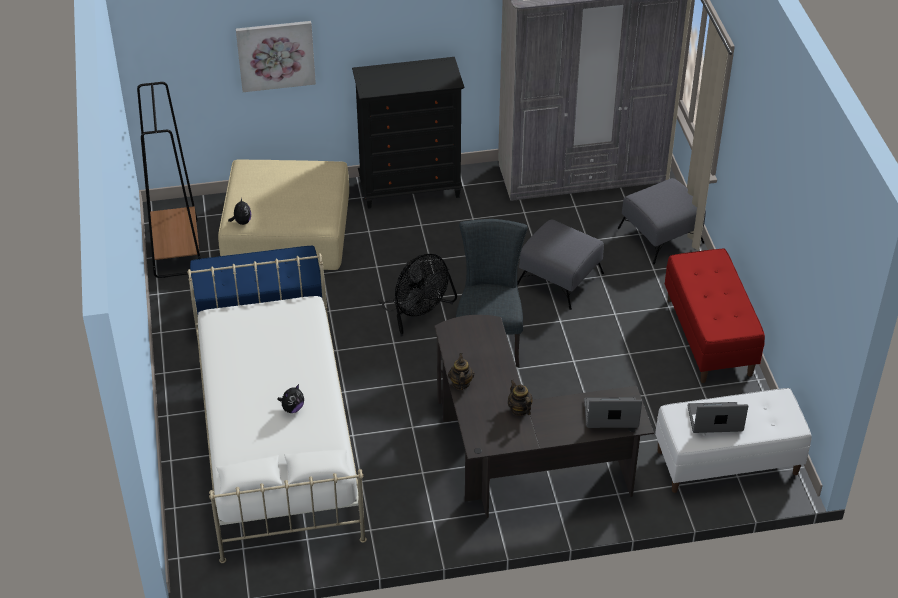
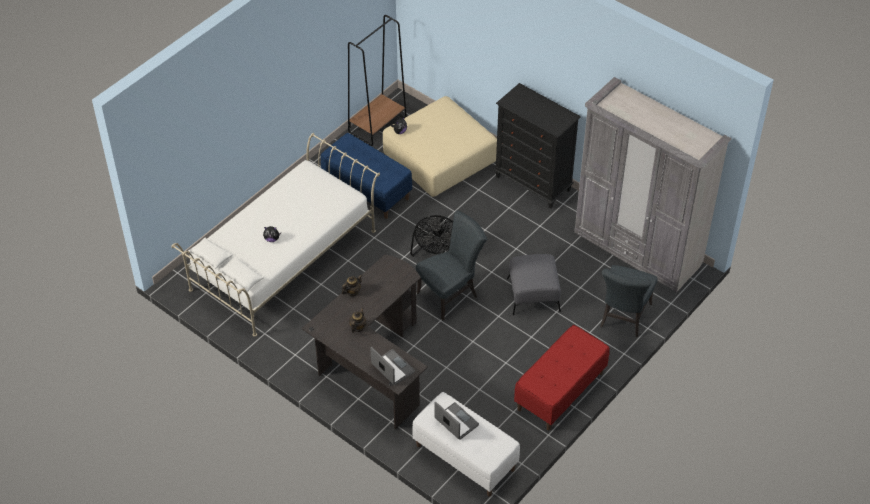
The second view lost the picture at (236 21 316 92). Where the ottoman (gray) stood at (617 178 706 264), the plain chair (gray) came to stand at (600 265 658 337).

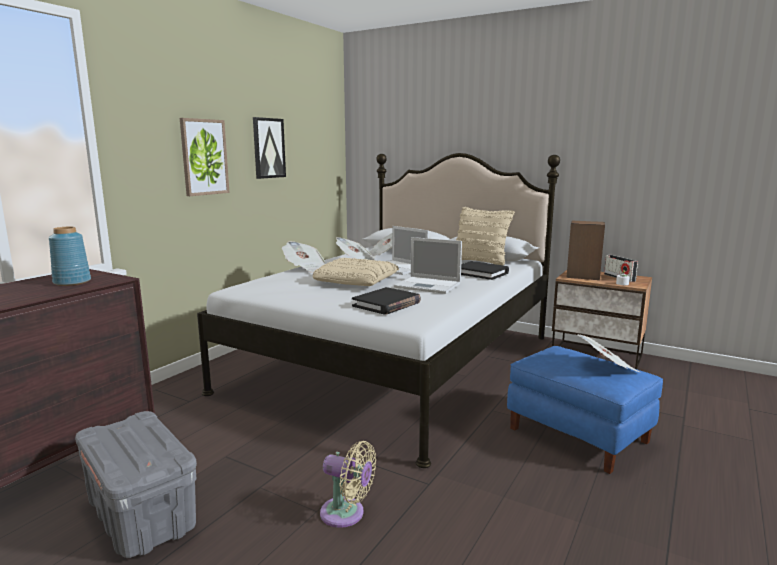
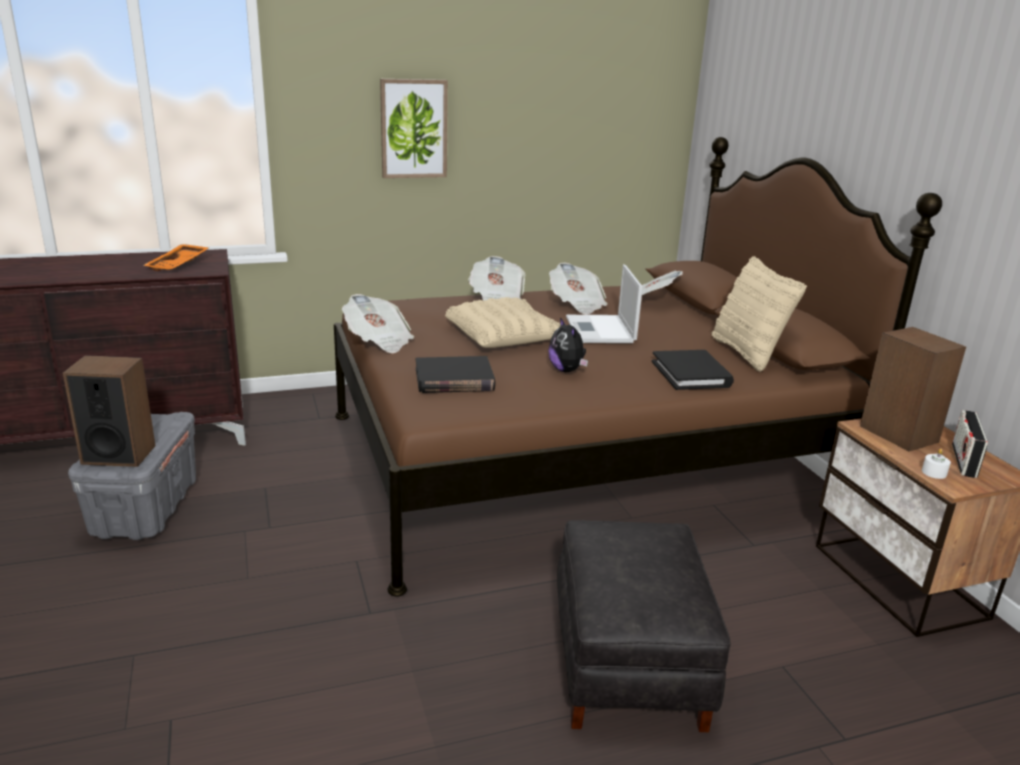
The second view lost the picture at (253 117 286 179). The second view lost the electric fan (beige) at (320 441 376 528). The second view gained the audio speaker at (63 355 156 467). The newspaper ended up elsewhere, having gone from (576 334 639 372) to (342 294 414 353). Where the decorative vase (bluish) stood at (49 227 91 286), the serving tray (orange) came to stand at (143 244 209 271). Where the laptop stood at (394 237 462 294), the cuddly toy came to stand at (548 317 588 372). What was the bed (white-coloured) at (197 153 560 468) turned into the bed (brown) at (334 137 942 597). What was the ottoman (bluish) at (507 346 663 474) turned into the ottoman (black) at (557 520 731 732).

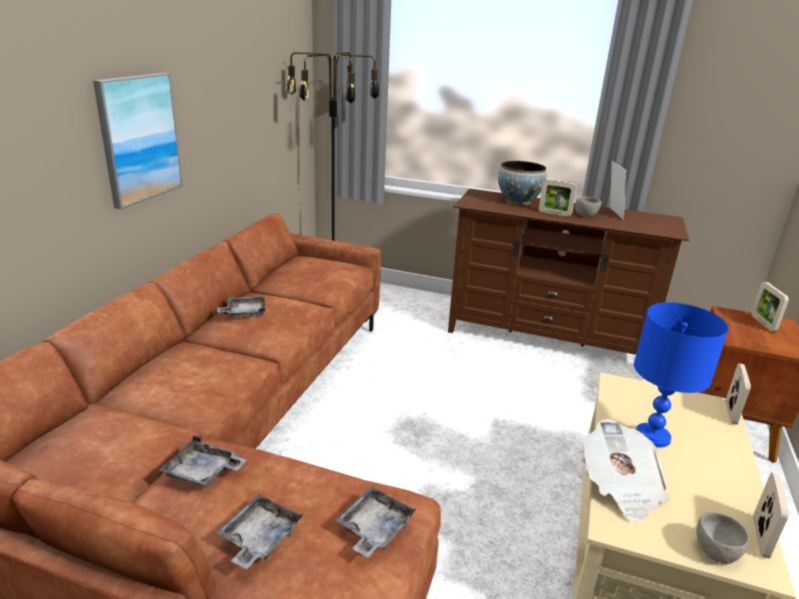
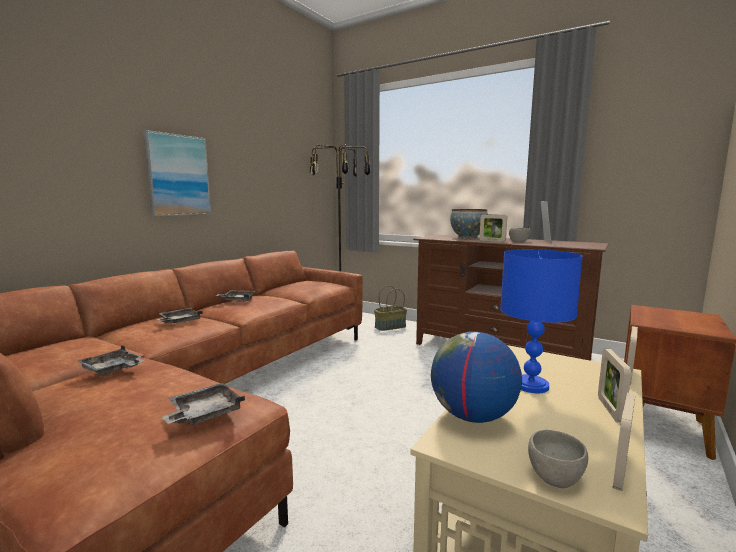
The second view gained the storage basket at (374 285 407 331). The serving tray (gray) ended up elsewhere, having gone from (216 494 303 569) to (156 308 203 324). The photo frame ended up elsewhere, having gone from (751 282 789 332) to (598 349 631 423). Where the newspaper stood at (583 419 669 523), the globe came to stand at (431 332 522 423).

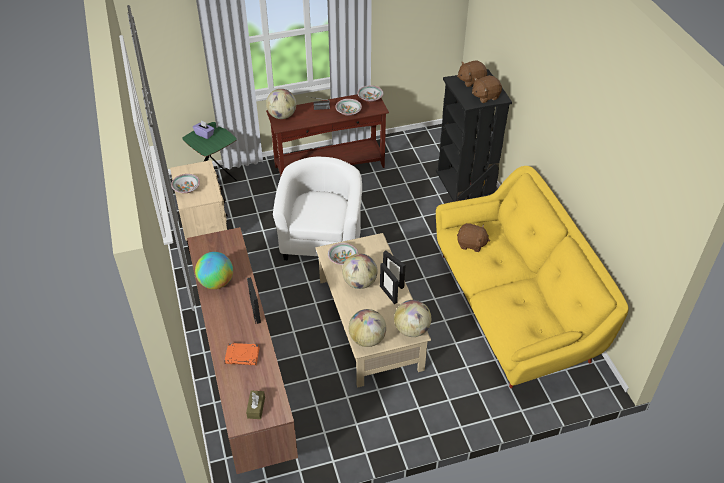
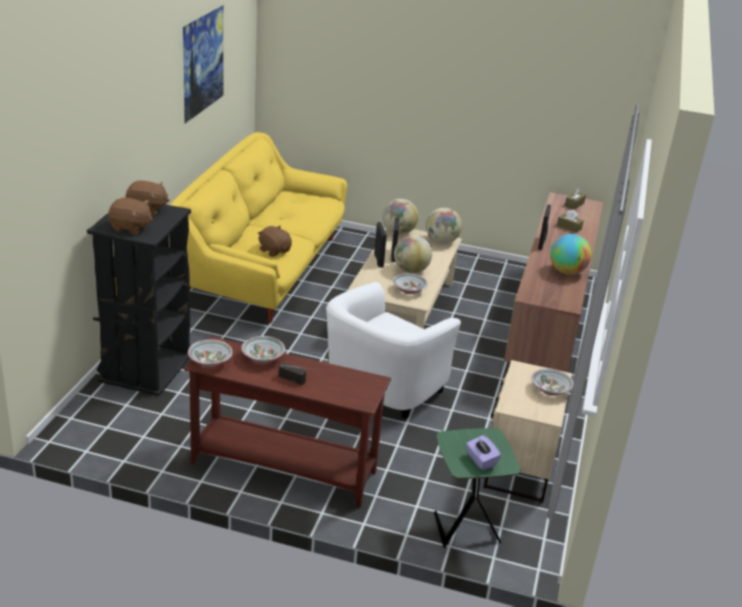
The second view lost the globe at (266 89 296 119). The second view gained the picture at (183 5 224 124). Where the volume (orange) stood at (225 343 260 365), the tissue holder (brown) came to stand at (557 210 584 233).

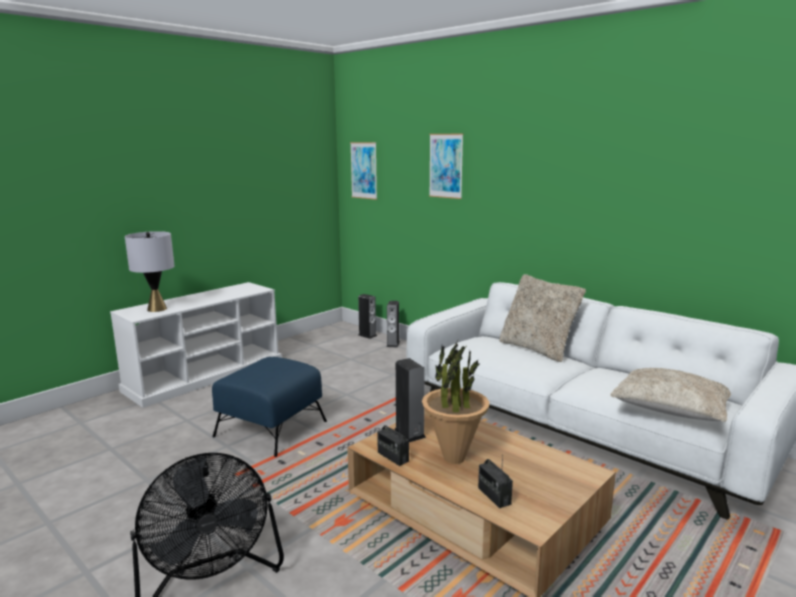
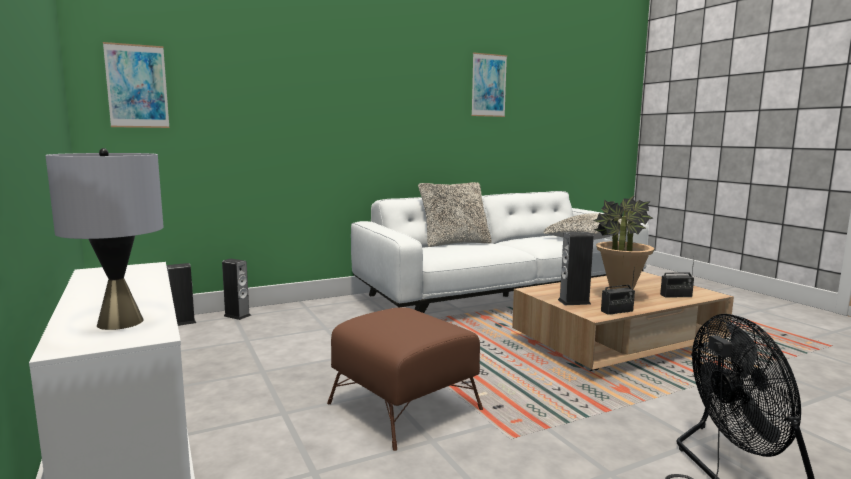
The picture ended up elsewhere, having gone from (429 134 463 199) to (471 52 507 117). What was the ottoman (bluish) at (212 357 327 457) turned into the ottoman (brown) at (327 307 483 451).

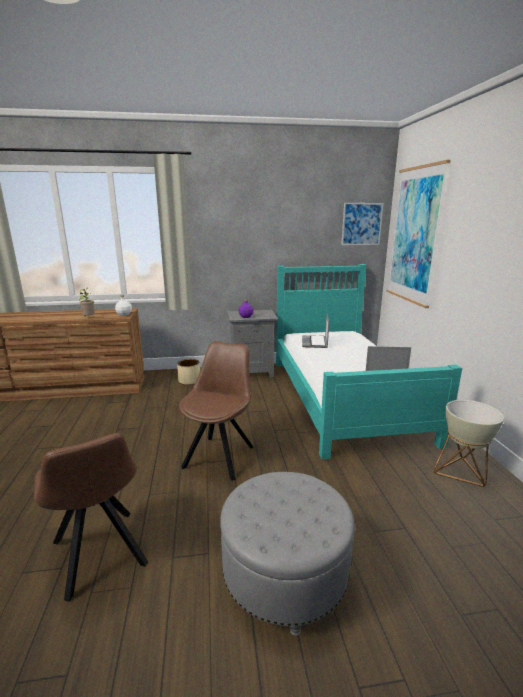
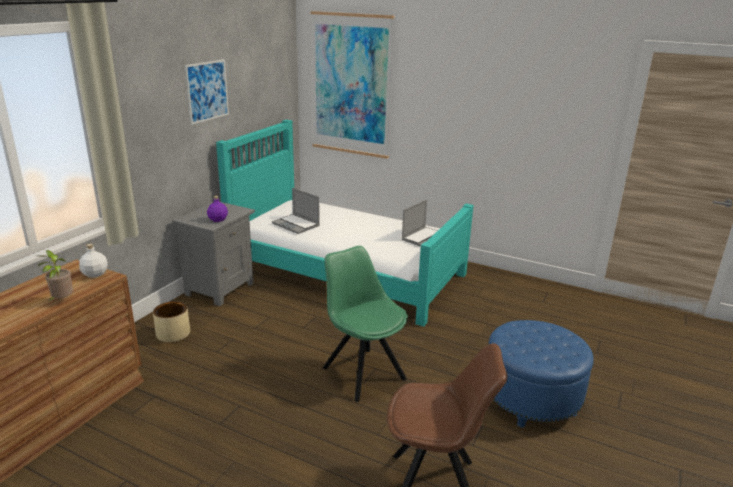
The second view lost the plant pot at (433 400 504 487). The picture ended up elsewhere, having gone from (341 203 383 245) to (185 59 229 125). What was the plain chair (brown) at (179 341 253 480) turned into the plain chair (greenish) at (323 246 408 402). What was the ottoman (gray) at (220 472 355 636) turned into the ottoman (bluish) at (488 320 594 427).

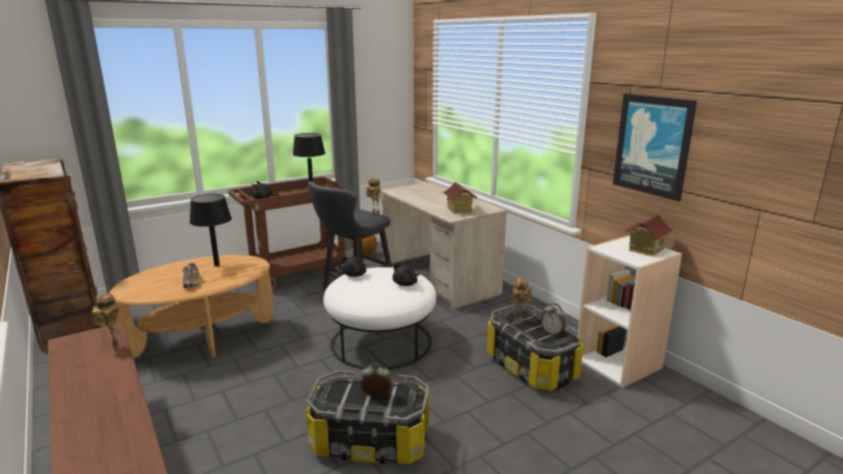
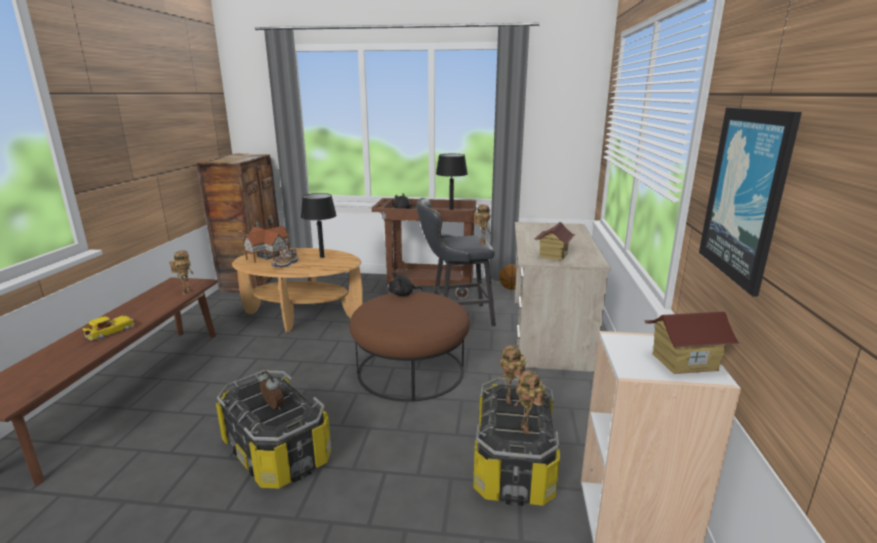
The second view lost the cuddly toy (black) at (392 264 420 286). The second view gained the toy car at (82 315 135 340). The second view gained the toy house at (242 226 290 263). Where the bedside clock stood at (541 303 566 336), the robot figure came to stand at (513 370 546 434). What was the ottoman (white-coloured) at (323 267 436 370) turned into the ottoman (brown) at (350 292 470 402).

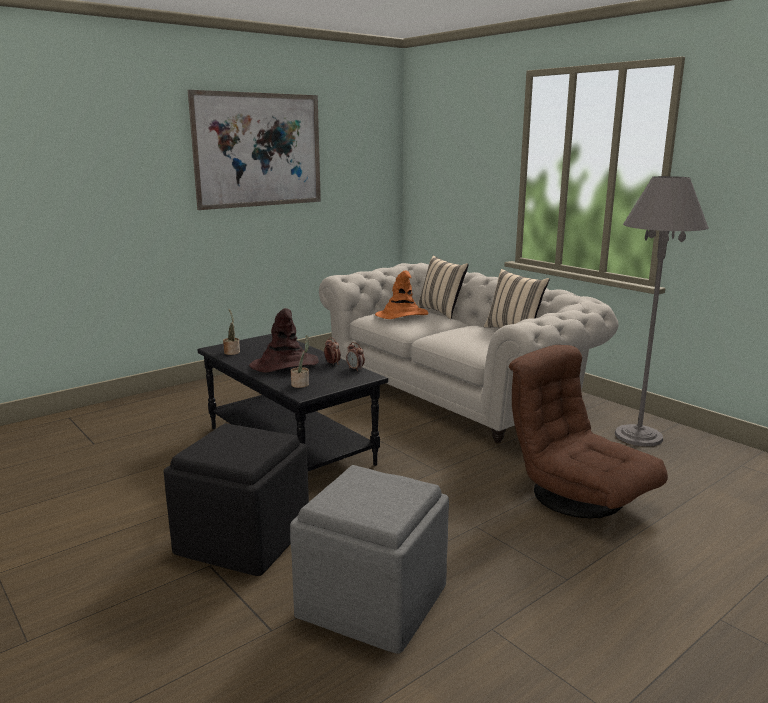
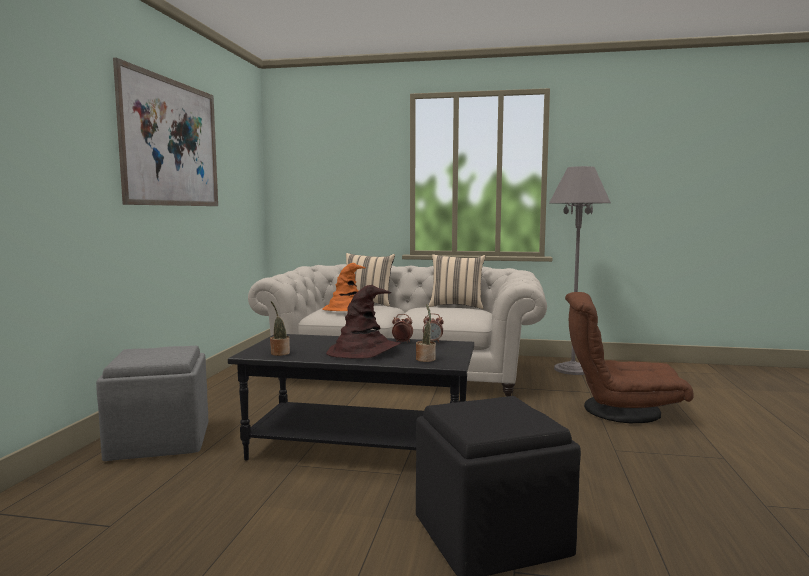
The ottoman (gray) ended up elsewhere, having gone from (290 465 449 654) to (96 346 208 461).

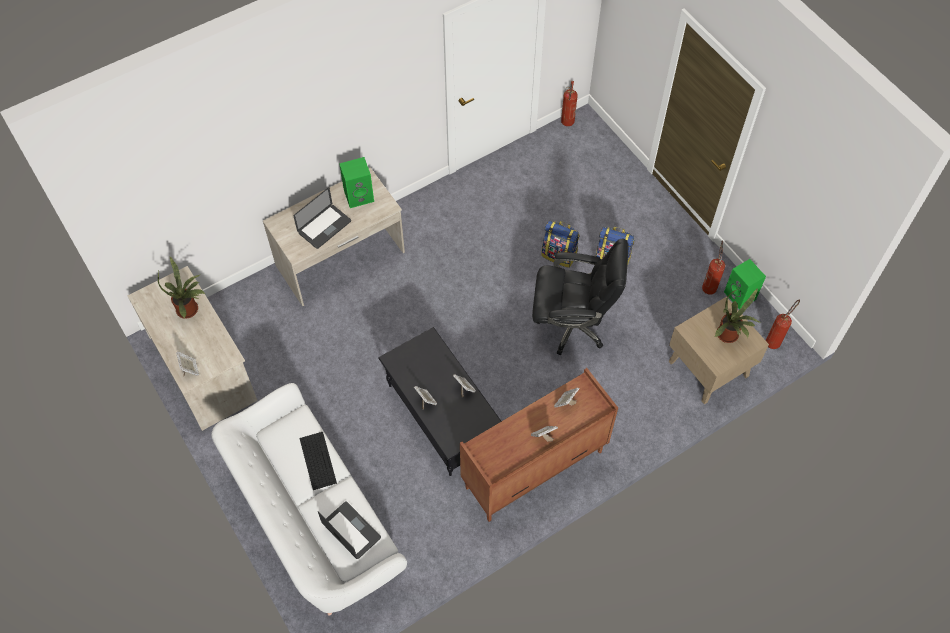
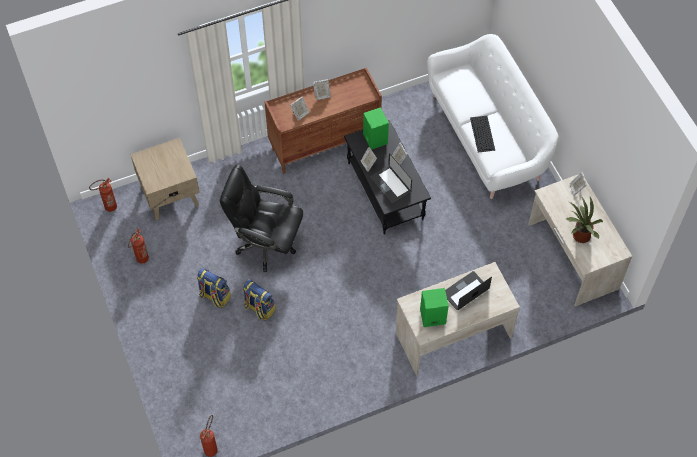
The second view lost the houseplant at (715 288 760 343). The laptop ended up elsewhere, having gone from (318 501 381 559) to (370 153 412 204). The audio speaker (greenish) ended up elsewhere, having gone from (724 259 766 310) to (363 107 389 150).

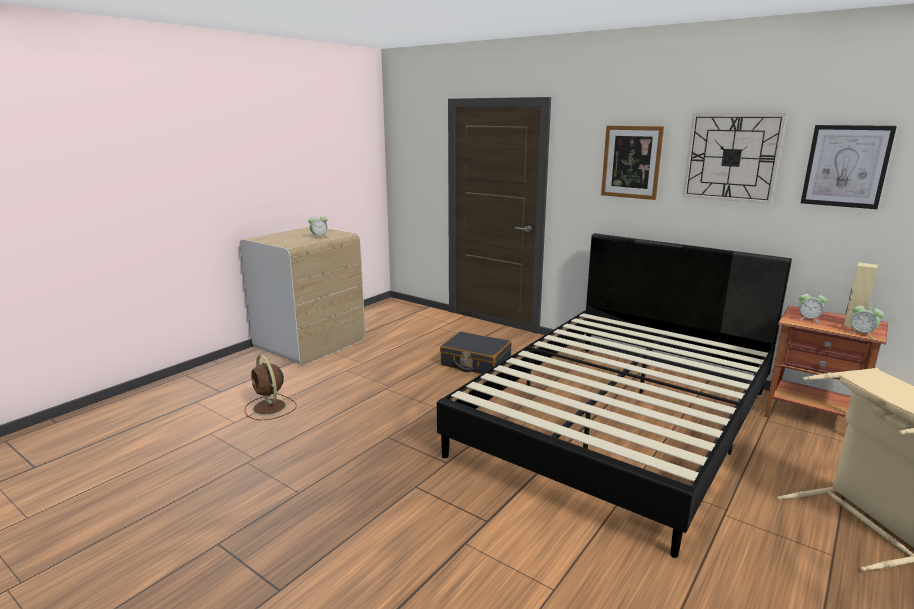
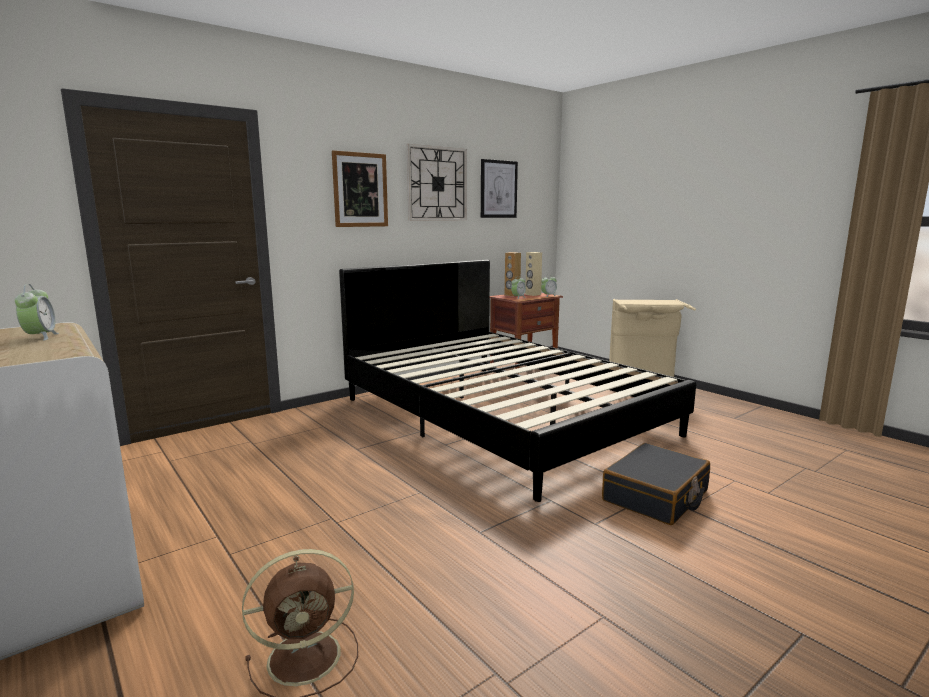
The second view gained the audio speaker (brown) at (505 252 521 296). The travel case (black) ended up elsewhere, having gone from (440 331 512 374) to (602 443 710 525).

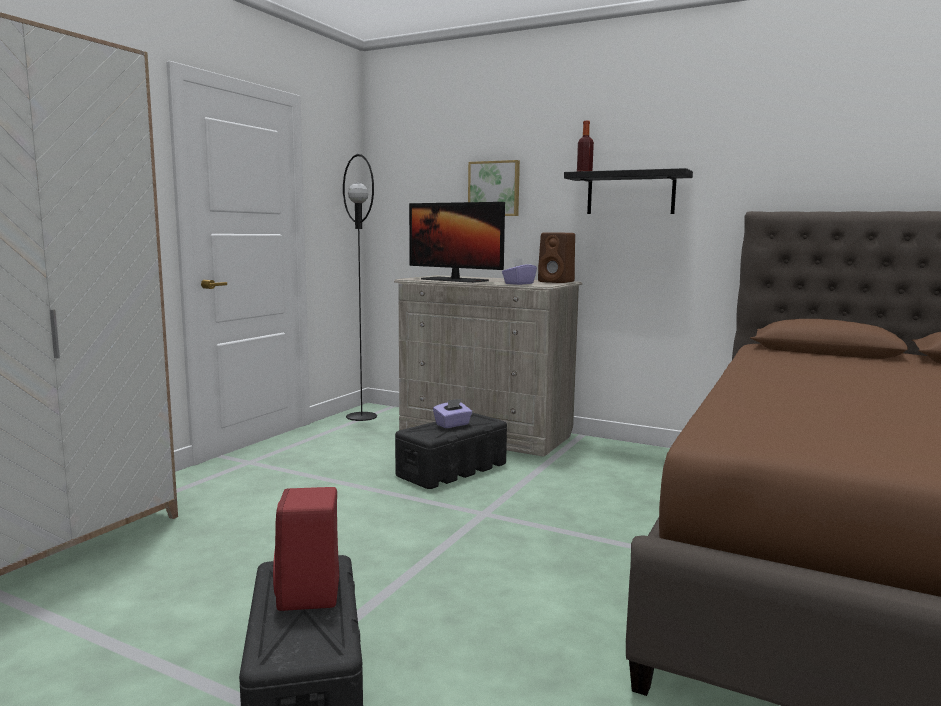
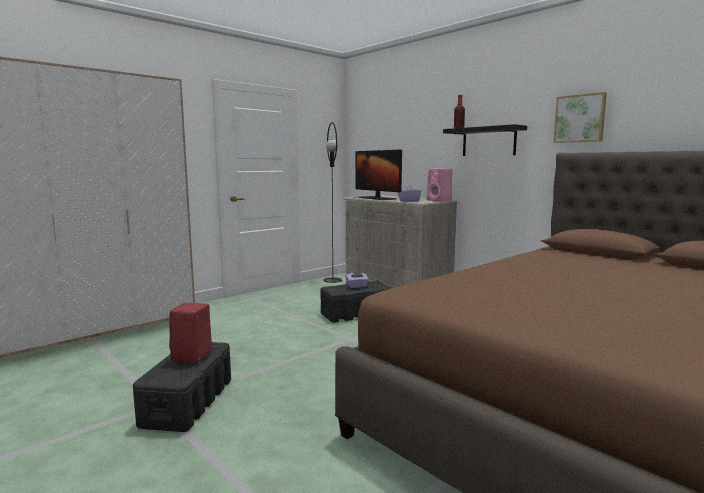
The picture ended up elsewhere, having gone from (468 160 520 216) to (553 92 607 143). What was the audio speaker (brown) at (538 232 575 283) turned into the audio speaker (pinkish) at (427 168 452 201).

